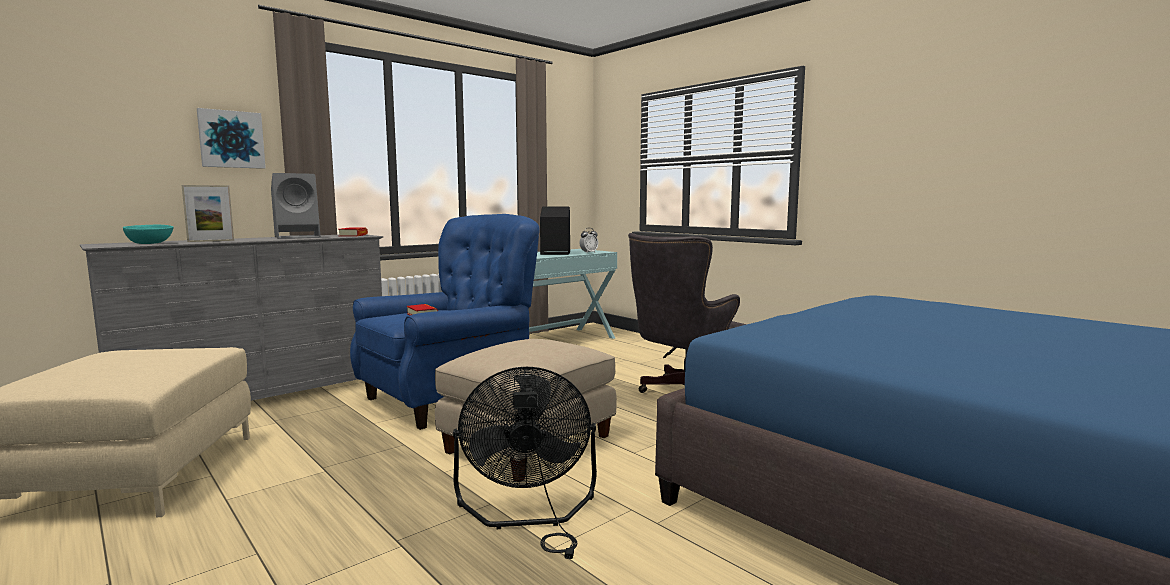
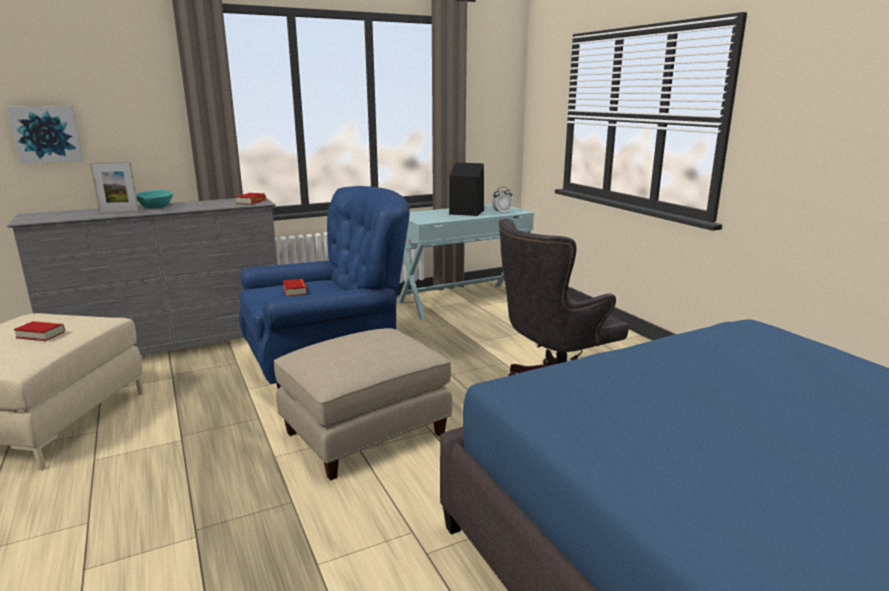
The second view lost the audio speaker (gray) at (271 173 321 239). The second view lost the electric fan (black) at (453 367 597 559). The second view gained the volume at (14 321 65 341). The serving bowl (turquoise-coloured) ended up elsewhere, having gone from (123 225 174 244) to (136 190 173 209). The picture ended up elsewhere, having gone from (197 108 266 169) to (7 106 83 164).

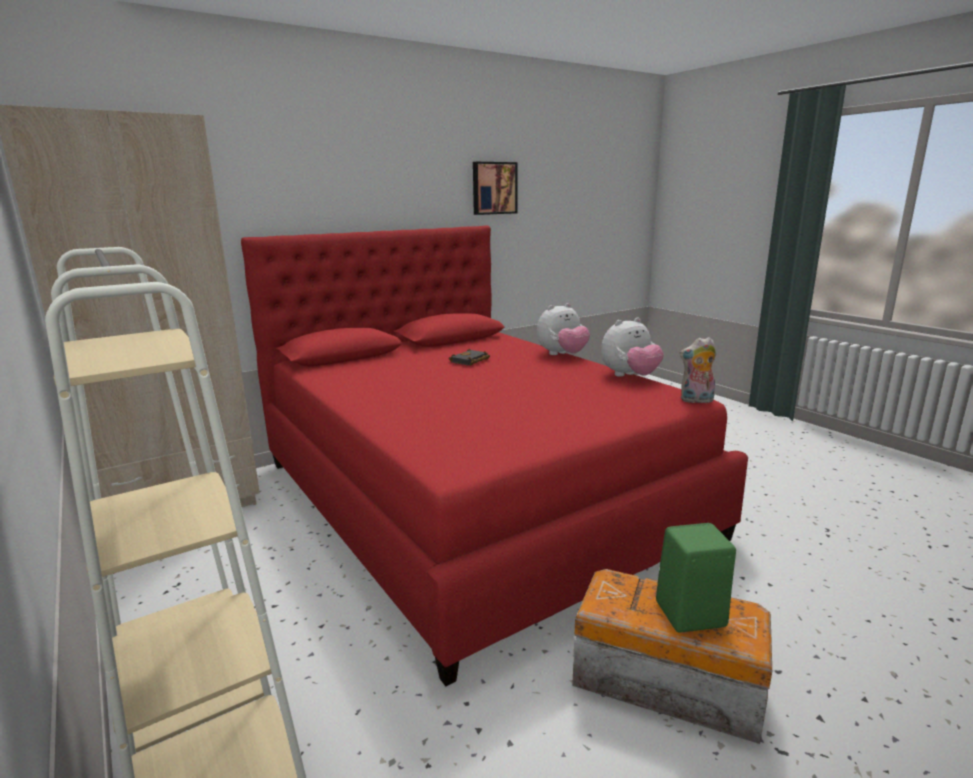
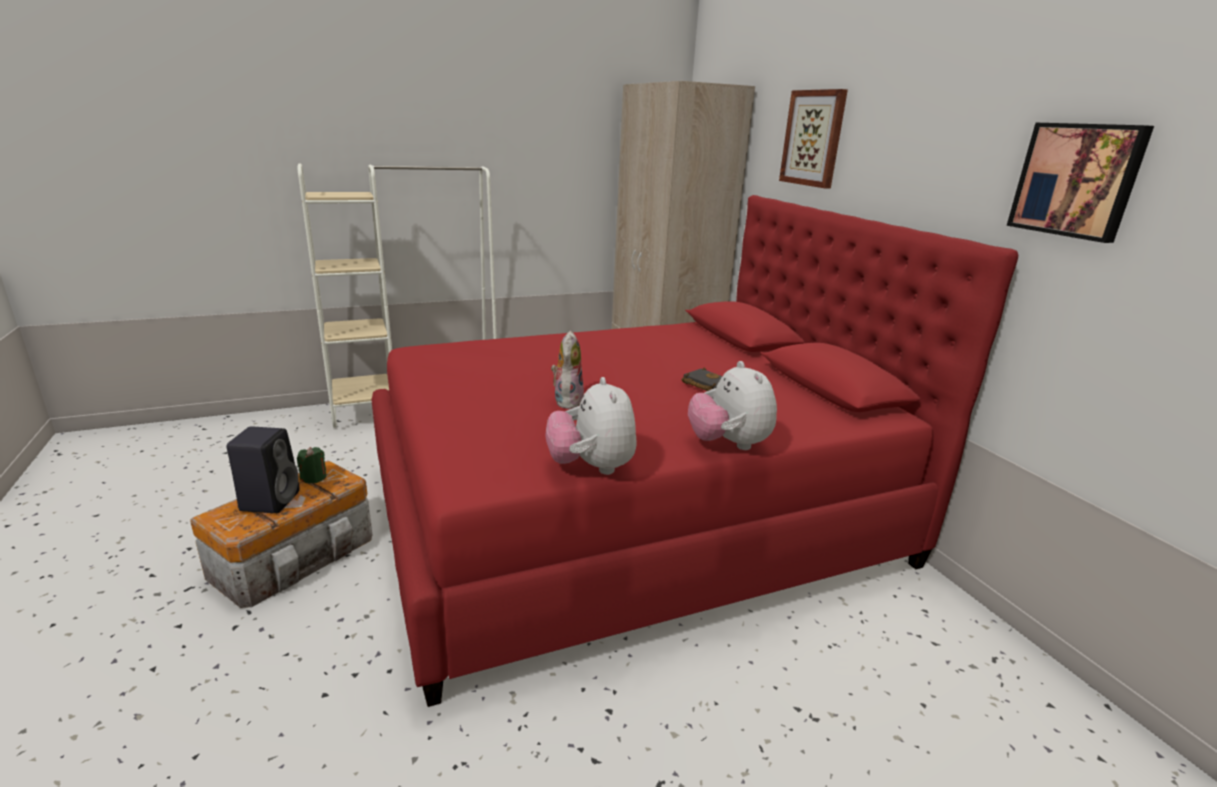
The second view gained the candle (greenish) at (297 447 326 483). The second view gained the picture at (779 89 848 189). The cuddly toy ended up elsewhere, having gone from (679 337 717 403) to (551 331 584 409). What was the audio speaker (greenish) at (656 523 736 632) turned into the audio speaker (black) at (226 426 300 513).

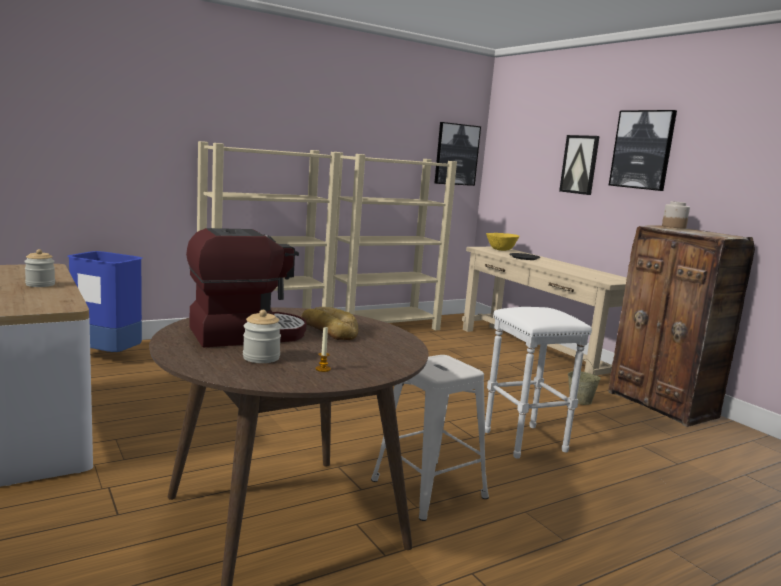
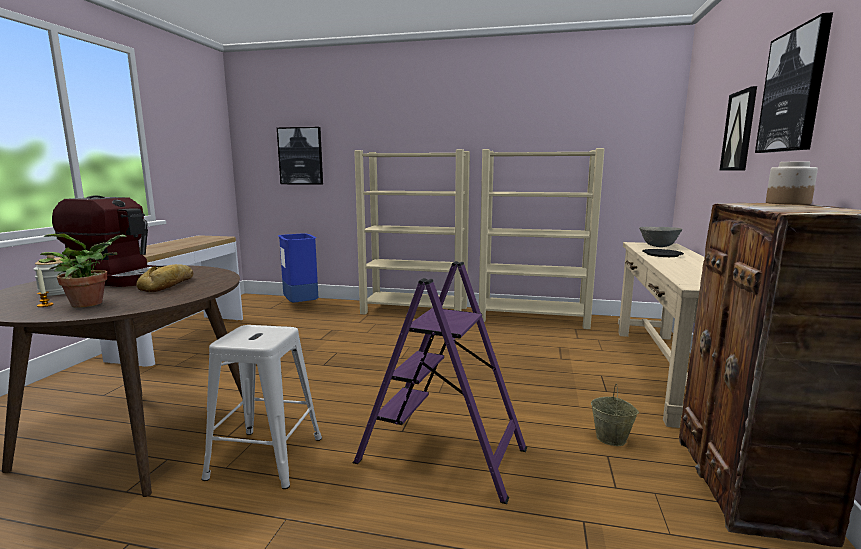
The second view lost the jar at (24 249 55 287). The second view gained the houseplant at (38 234 127 308). The picture ended up elsewhere, having gone from (435 122 481 186) to (277 127 323 185). Where the sitting stool (white-coloured) stood at (485 307 592 459), the step ladder (purplish) came to stand at (352 261 527 504). What was the serving bowl (yellowish) at (486 233 519 251) turned into the serving bowl (gray) at (639 227 683 247).

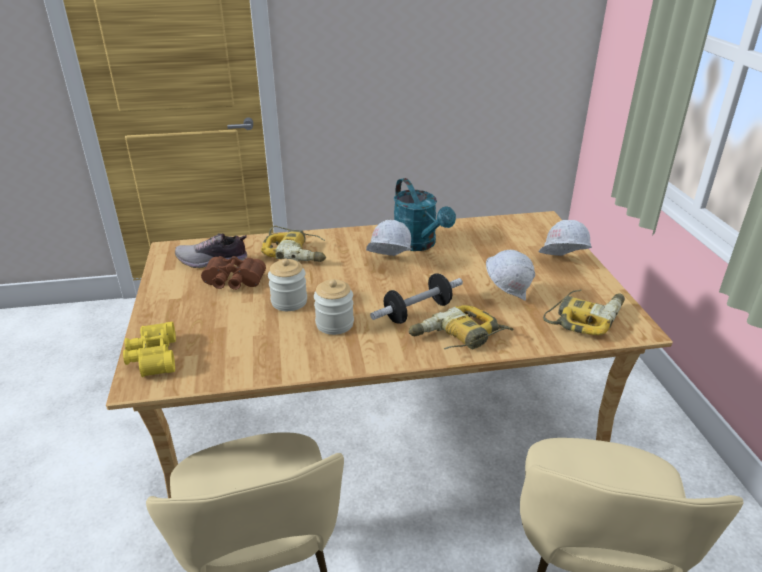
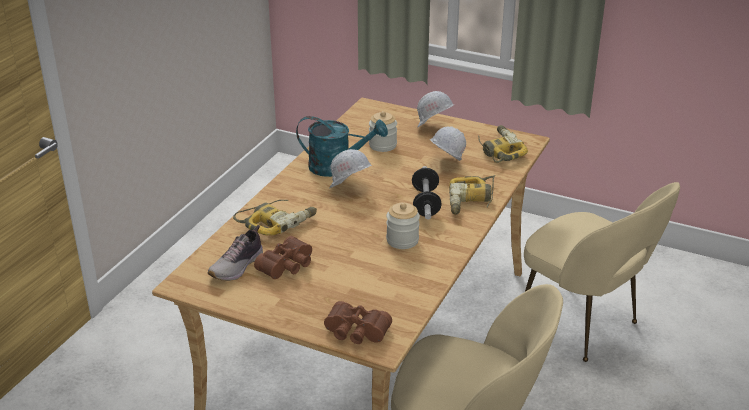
The jar ended up elsewhere, having gone from (268 259 307 311) to (369 111 397 152). What was the field glasses (yellowish) at (123 322 176 377) turned into the field glasses (brown) at (324 301 392 344).

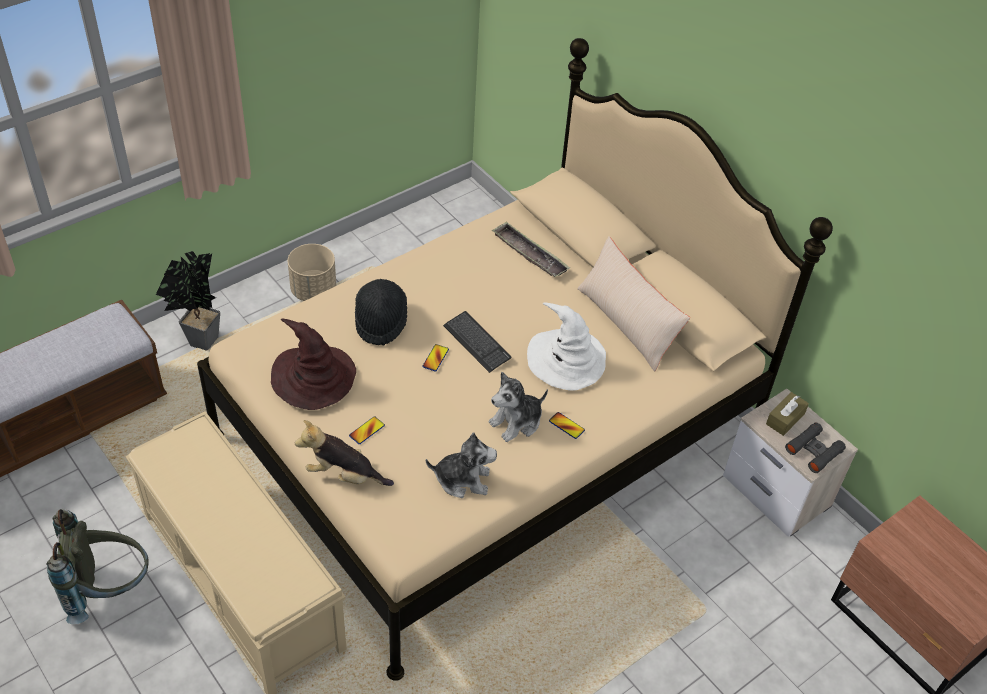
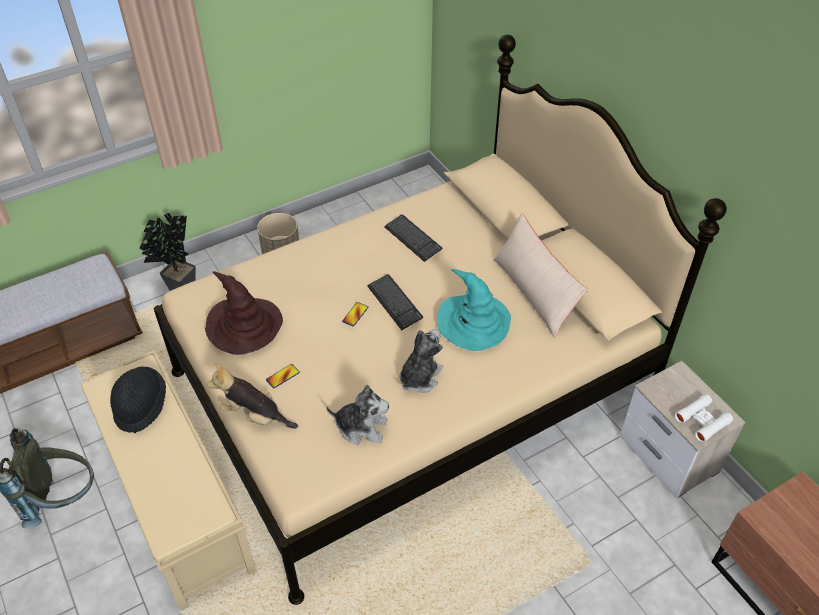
The second view lost the serving tray at (492 221 570 277). The second view lost the telephone at (549 412 585 439). The second view lost the tissue holder (brown) at (766 392 809 436). The second view gained the keyboard at (384 214 442 262). The clothing hat (black) ended up elsewhere, having gone from (355 279 407 346) to (110 367 166 433). What was the clothing hat (white-coloured) at (527 302 606 391) turned into the clothing hat (turquoise-coloured) at (437 269 511 351). What was the field glasses (black) at (785 422 846 473) turned into the field glasses (white-coloured) at (675 394 733 443). The cuddly toy at (489 372 548 442) ended up facing another way, 150 degrees clockwise from before.

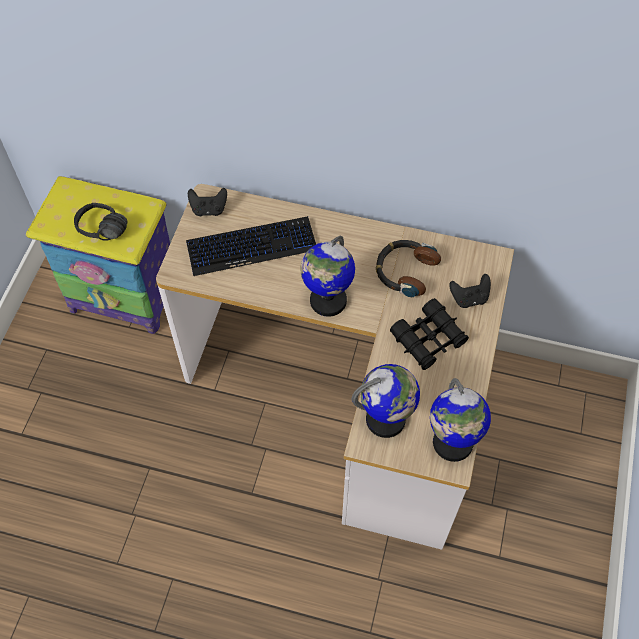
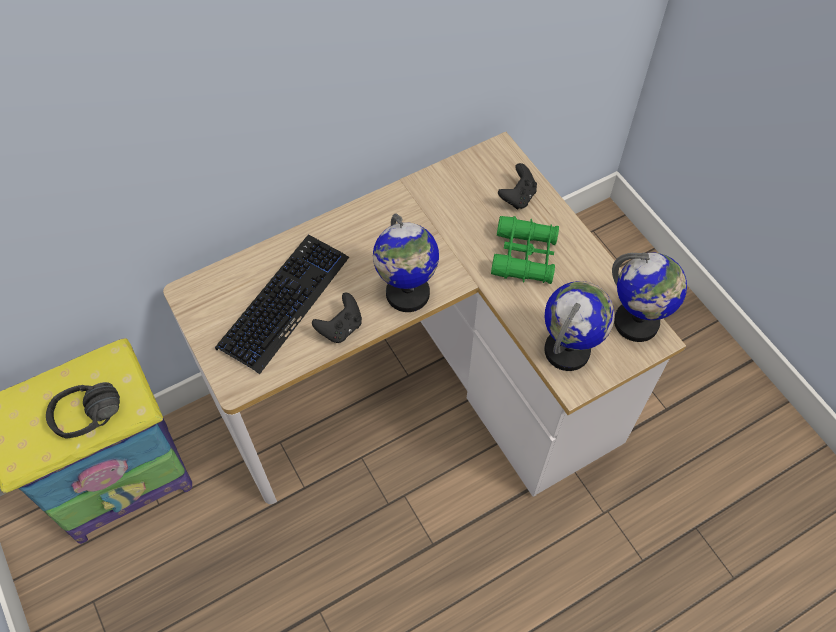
The second view lost the pair of headphones at (376 240 441 297). The gamepad (black) ended up elsewhere, having gone from (188 188 227 216) to (312 293 362 343). What was the field glasses (black) at (390 298 469 370) turned into the field glasses (greenish) at (491 216 559 284).

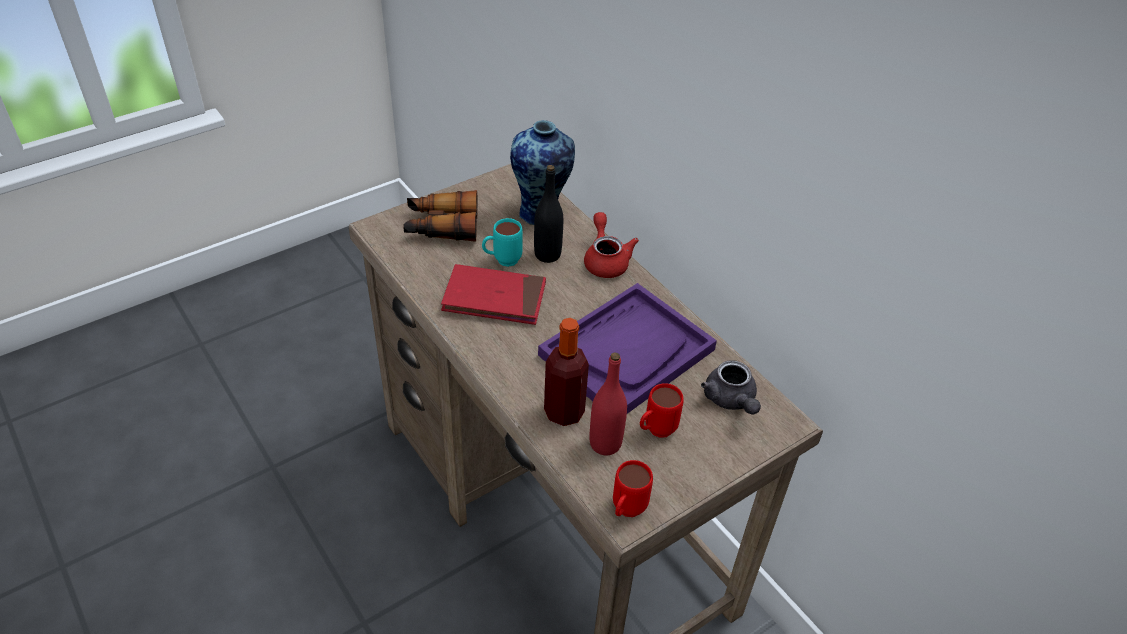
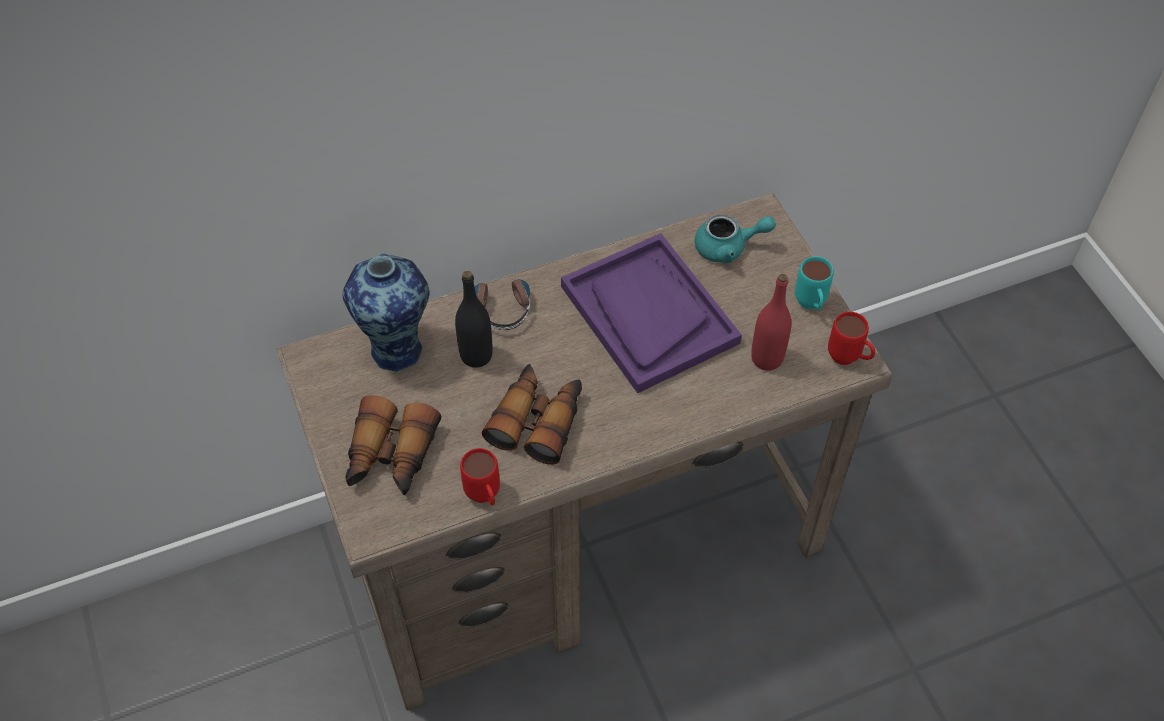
The second view lost the drink bottle at (544 318 589 426). The coffee mug (turquoise-coloured) ended up elsewhere, having gone from (482 218 523 267) to (795 257 834 310). The coffee mug (reddish) ended up elsewhere, having gone from (640 383 684 438) to (460 448 500 505). Where the volume (reddish) stood at (441 264 546 325), the field glasses came to stand at (482 364 582 465). Where the tea pot (reddish) stood at (584 212 639 278), the pair of headphones came to stand at (474 265 530 330). What was the tea pot (gray) at (701 360 761 415) turned into the tea pot (turquoise-coloured) at (695 214 776 263).

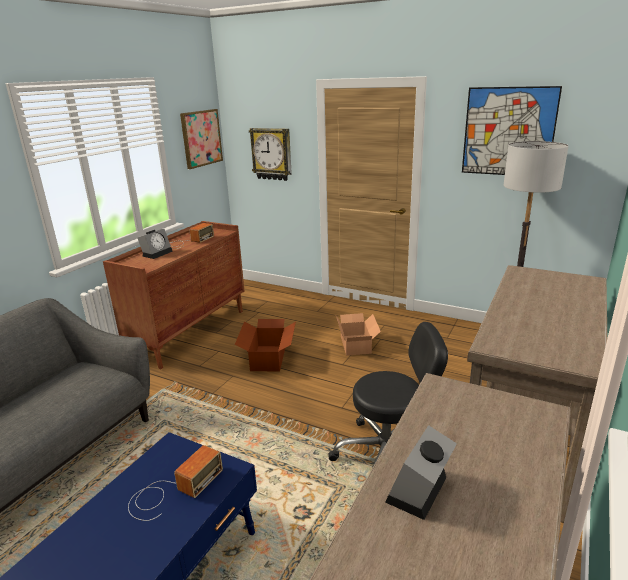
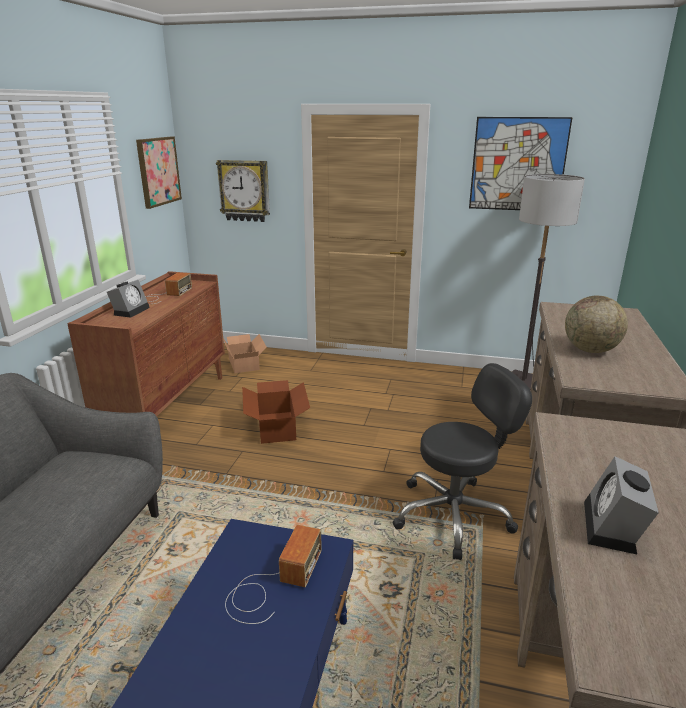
The second view gained the globe at (565 295 628 353). The carton ended up elsewhere, having gone from (336 313 381 356) to (223 334 266 373).

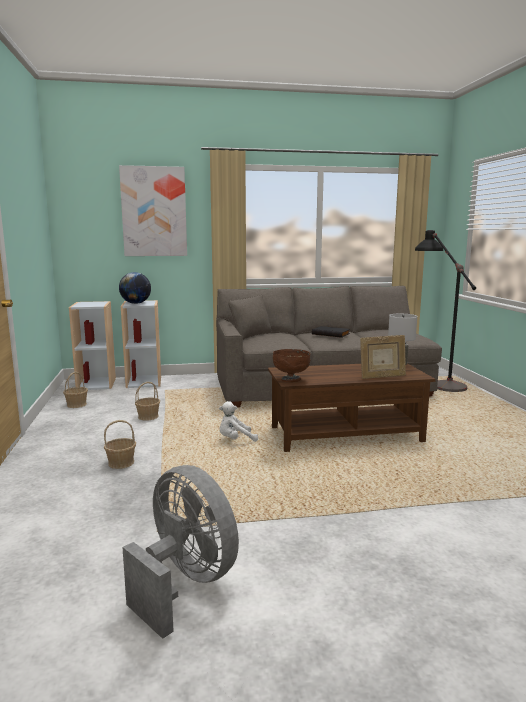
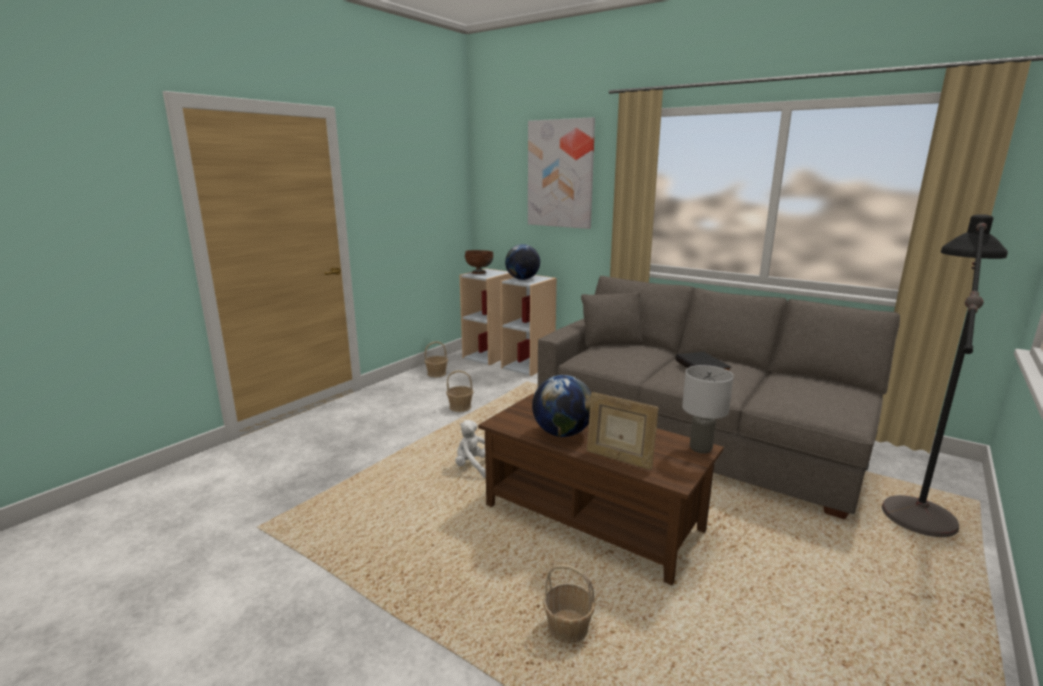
The second view lost the electric fan (gray) at (122 465 239 639). The second view gained the globe at (532 375 591 437). The storage basket ended up elsewhere, having gone from (104 420 136 469) to (543 564 595 644). The serving bowl (brown) ended up elsewhere, having gone from (273 349 310 382) to (465 250 493 274).

